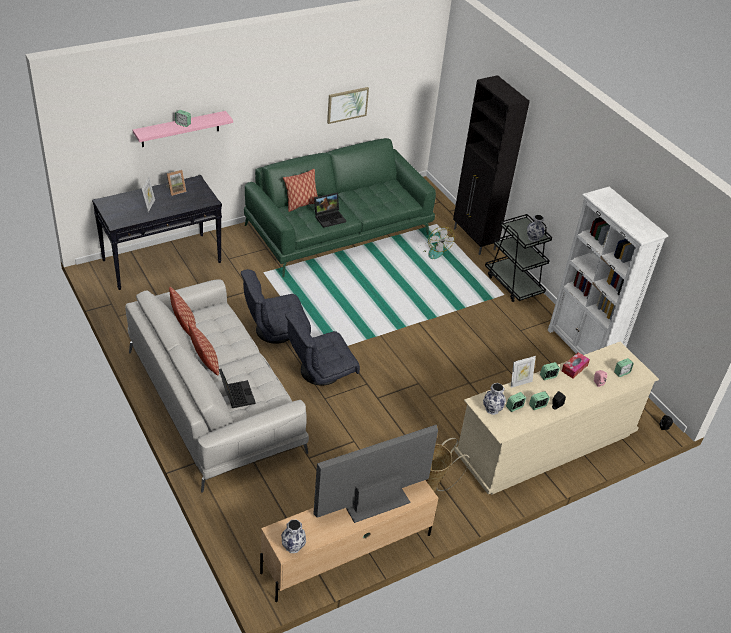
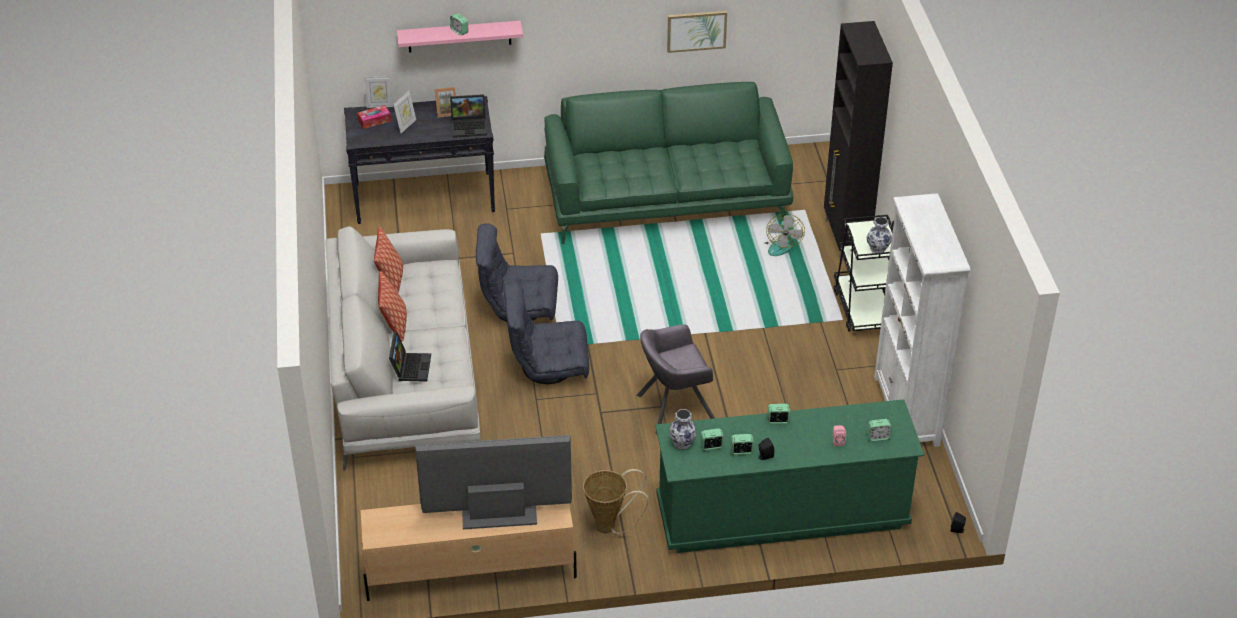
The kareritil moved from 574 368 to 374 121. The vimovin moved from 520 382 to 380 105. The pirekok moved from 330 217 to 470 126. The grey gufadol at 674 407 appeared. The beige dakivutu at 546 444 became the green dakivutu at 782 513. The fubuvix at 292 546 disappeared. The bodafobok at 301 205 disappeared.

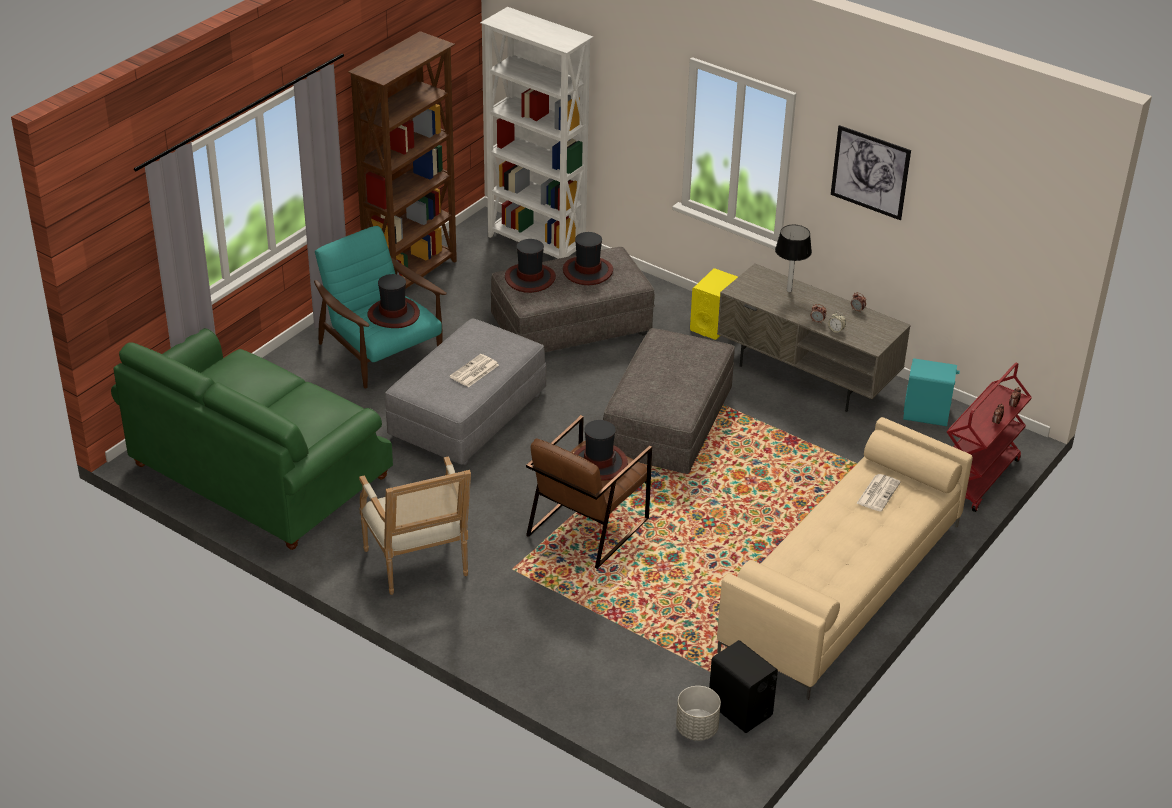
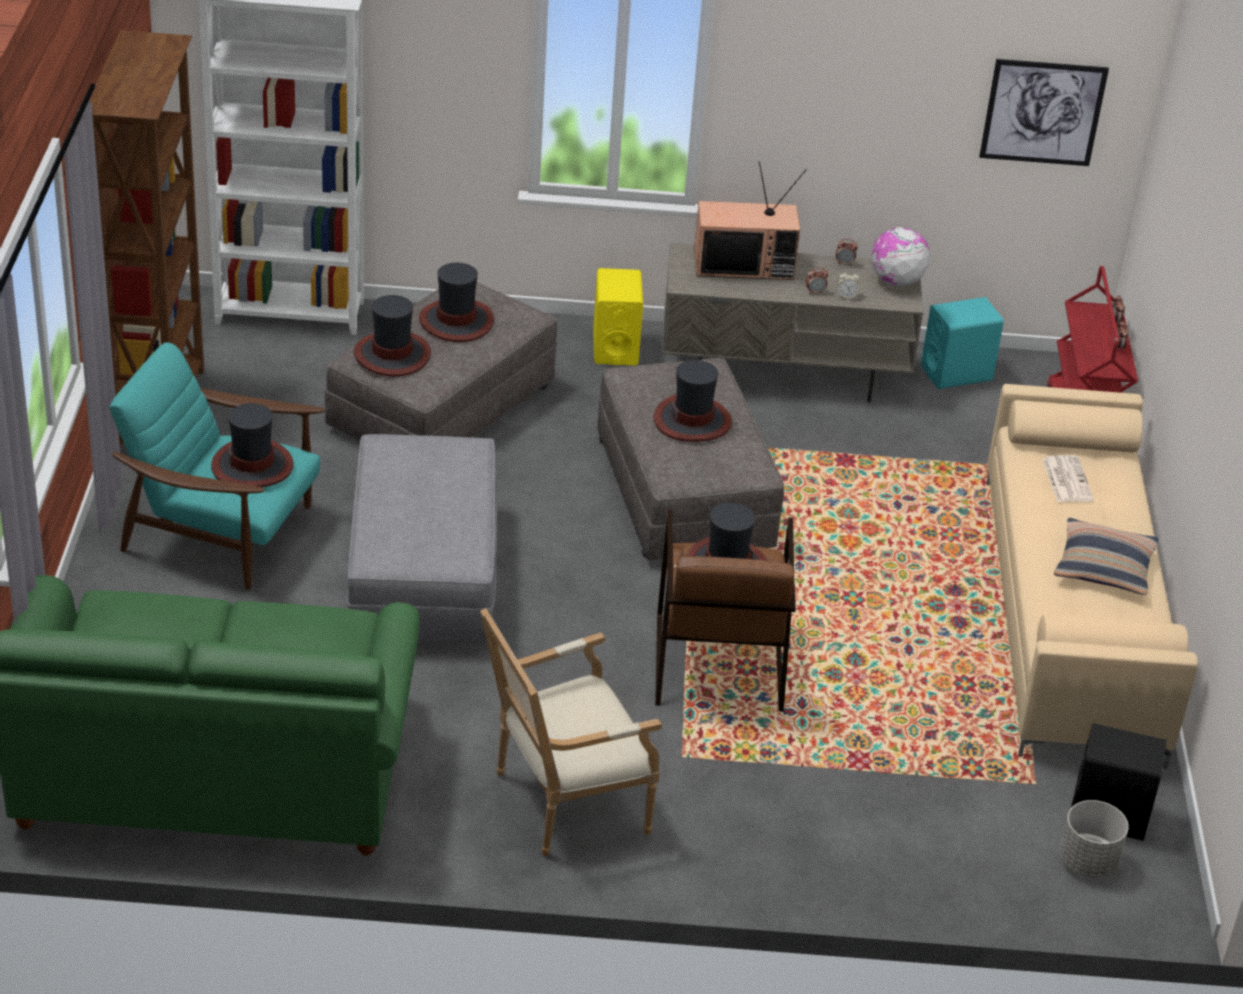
The gufadol at 420 566 turned 120 degrees clockwise. The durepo at 693 420 appeared. The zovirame at 789 290 was replaced by the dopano at 745 264. The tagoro at 896 281 appeared. The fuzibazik moved from 870 172 to 1043 112. The bodafobok at 1104 567 appeared. The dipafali at 474 371 disappeared.

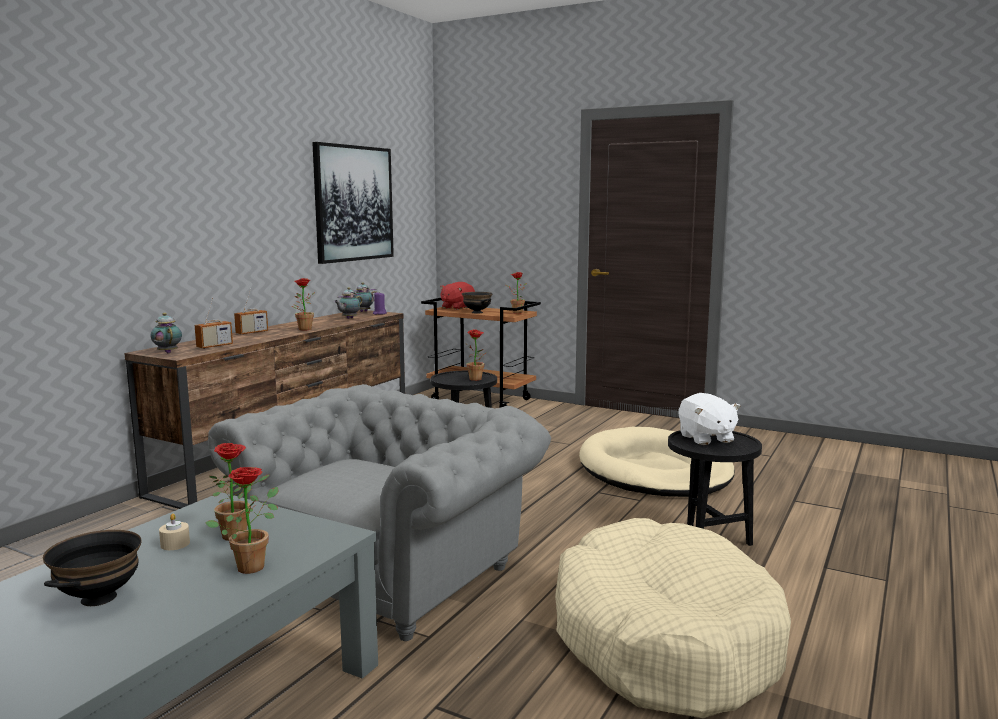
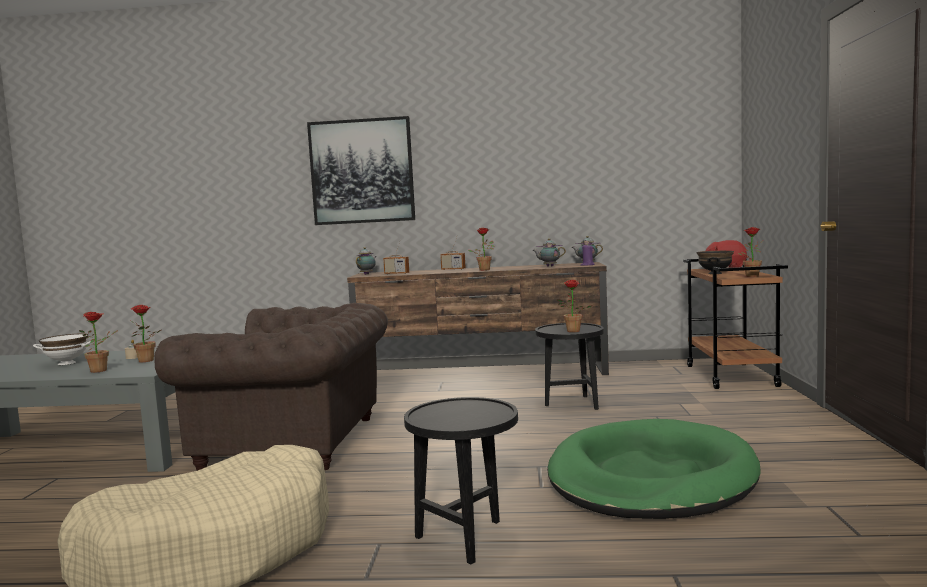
The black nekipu at 99 598 became the white nekipu at 66 363. The grey gufadol at 390 571 became the brown gufadol at 298 442. The fuzibazik moved from 353 203 to 362 171. The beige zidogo at 655 470 became the green zidogo at 650 477. The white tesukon at 706 438 disappeared.

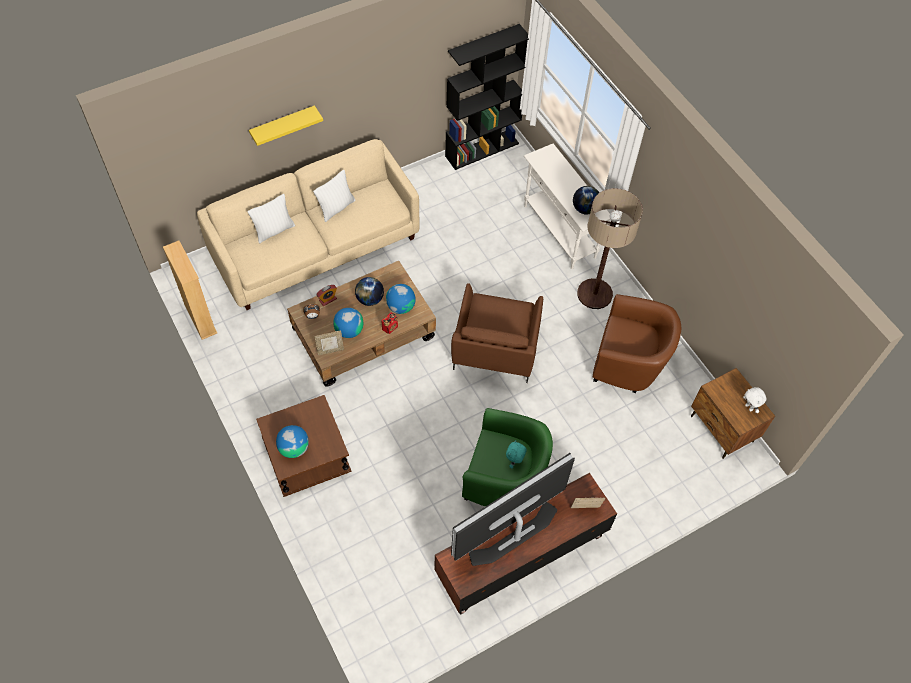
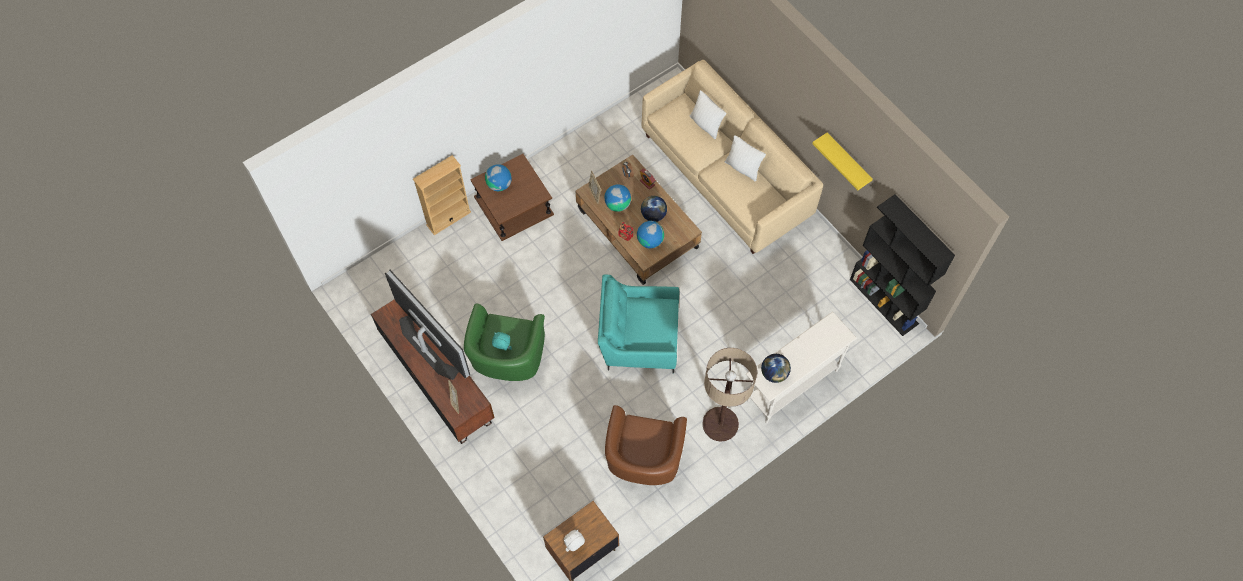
The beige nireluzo moved from 200 318 to 448 218. The brown gufadol at 494 350 became the turquoise gufadol at 638 338. The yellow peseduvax moved from 283 125 to 847 161.

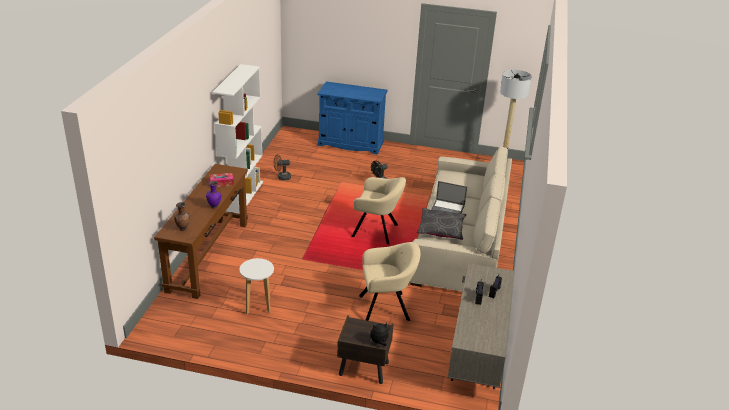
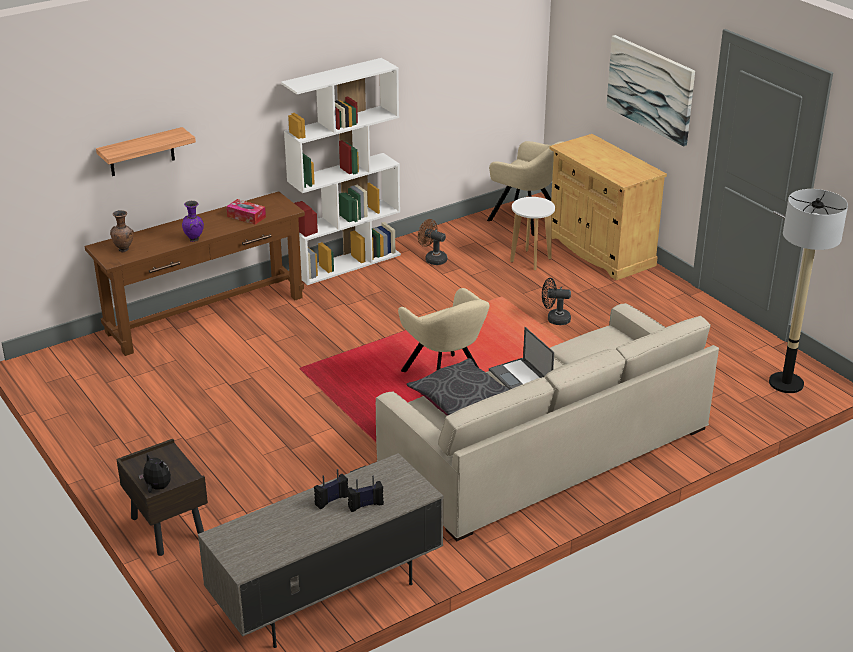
The peseduvax at 141 152 appeared. The beige gufadol moved from 386 307 to 527 219. The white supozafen moved from 258 306 to 530 260. The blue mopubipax at 350 143 became the beige mopubipax at 600 250. The fuzibazik at 650 89 appeared.

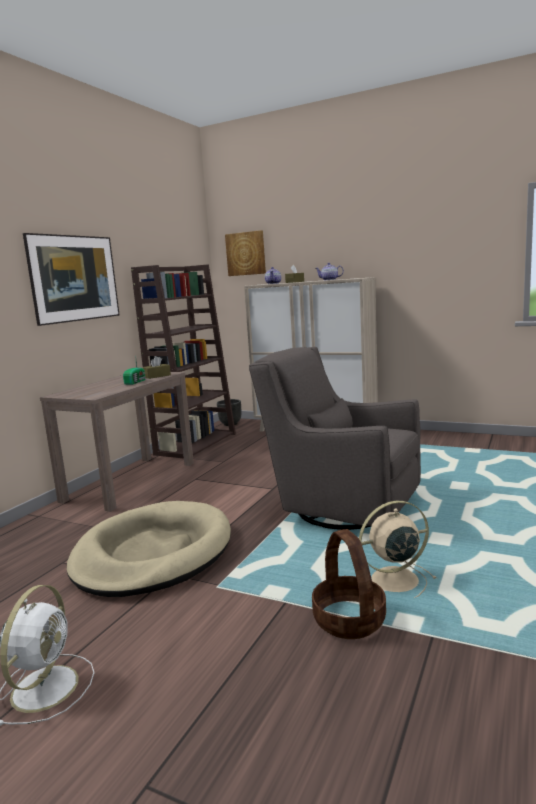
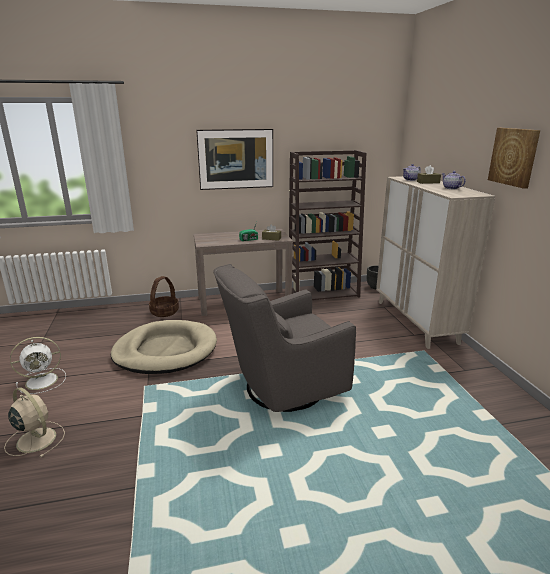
The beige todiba moved from 392 581 to 35 439. The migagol moved from 350 620 to 164 312. The grey gufadol at 340 507 turned 105 degrees counterclockwise. The fuzibazik moved from 246 253 to 514 157.

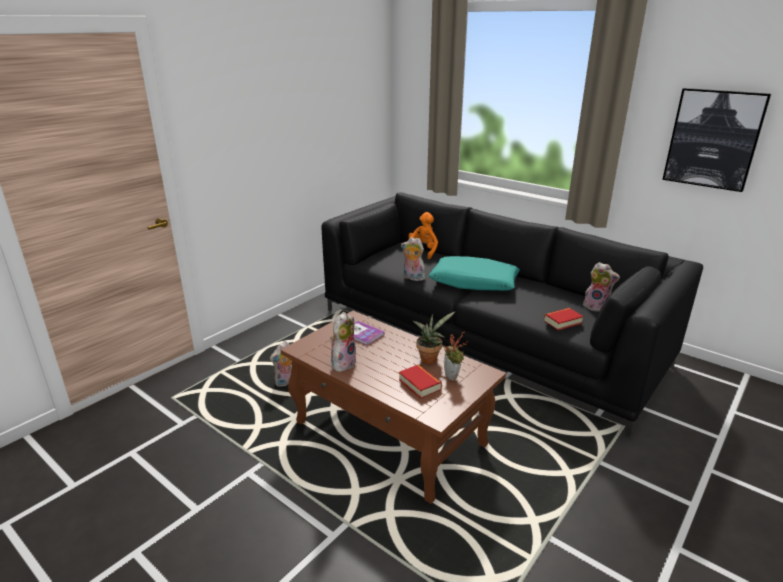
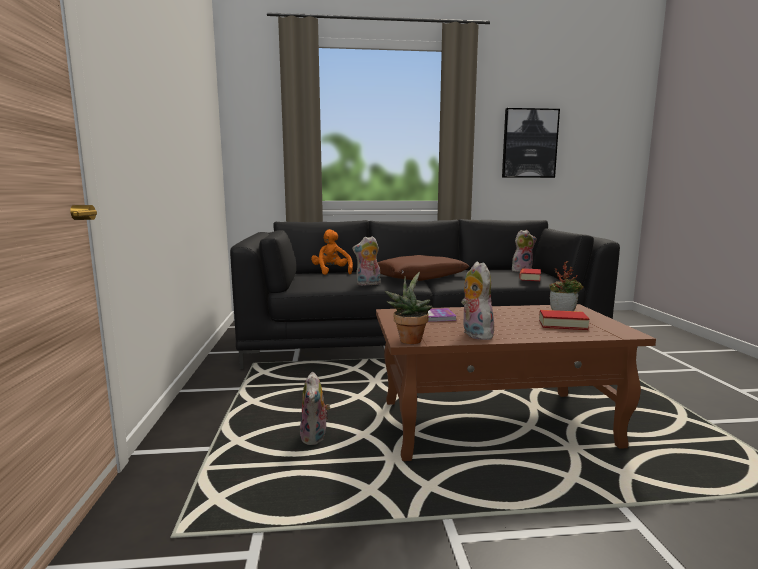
The turquoise bodafobok at 474 282 became the brown bodafobok at 420 277. The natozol moved from 429 358 to 409 339.

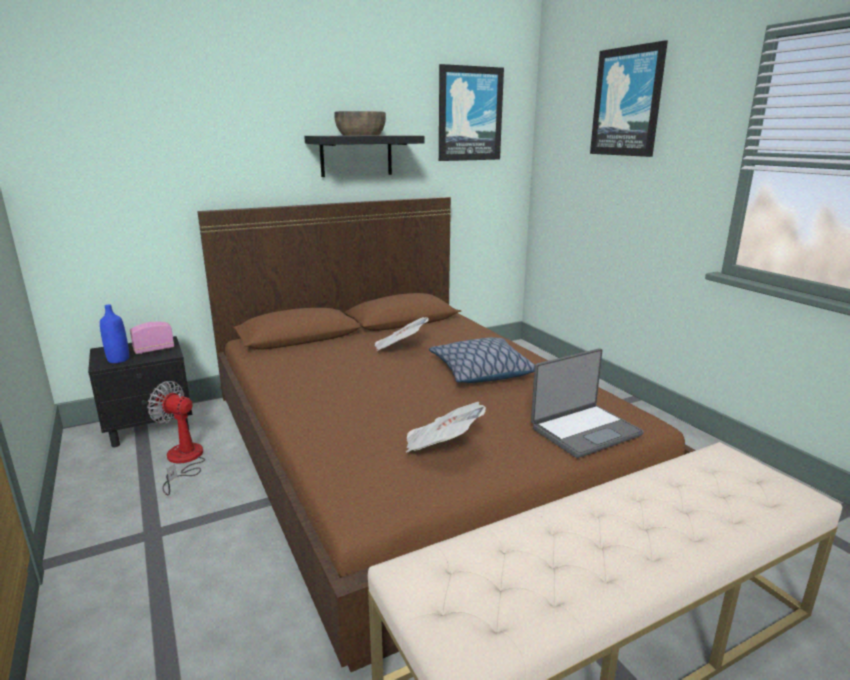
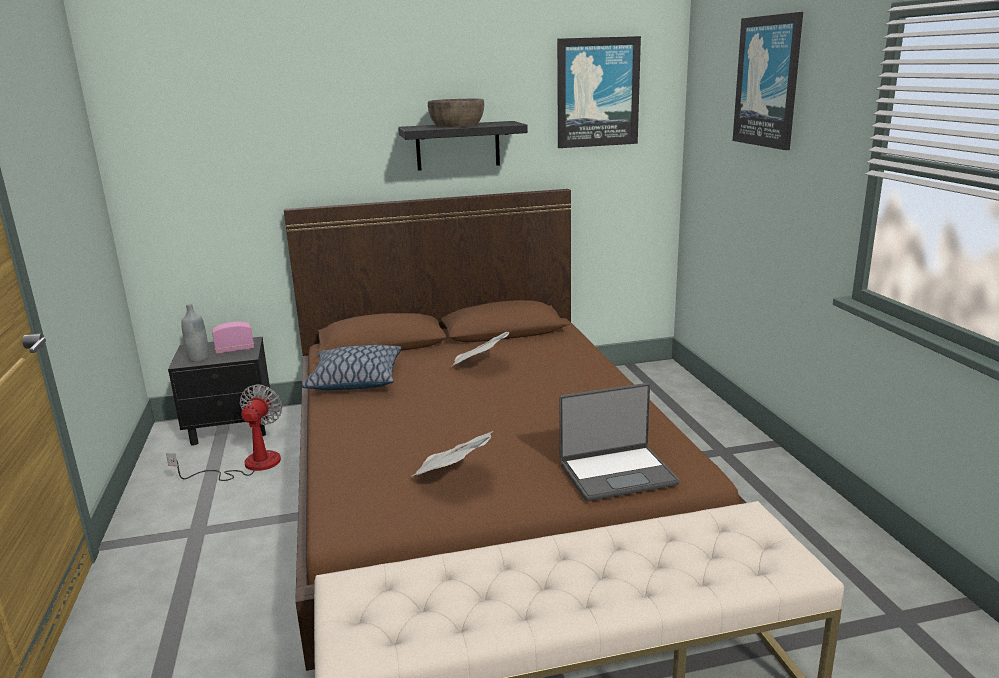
The todiba at 183 461 turned 60 degrees clockwise. The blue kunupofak at 118 360 became the grey kunupofak at 199 358. The bodafobok moved from 480 372 to 355 380.

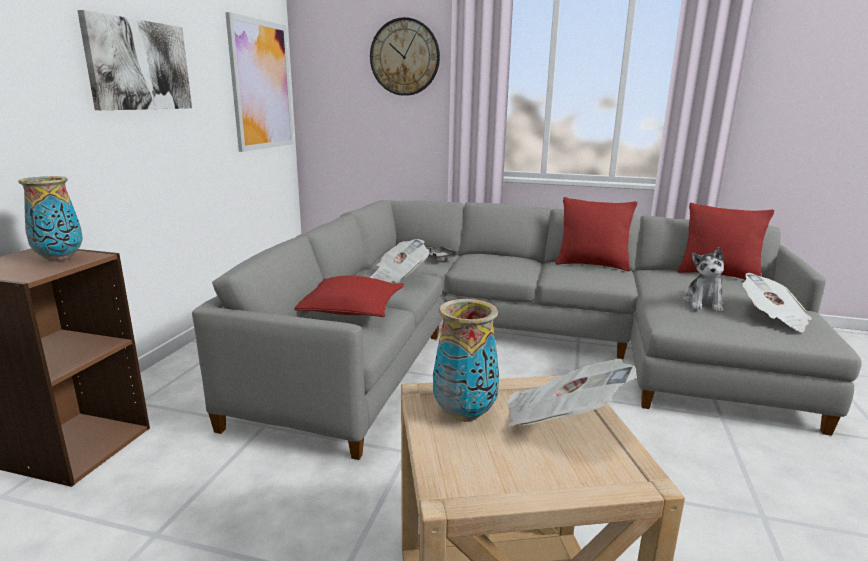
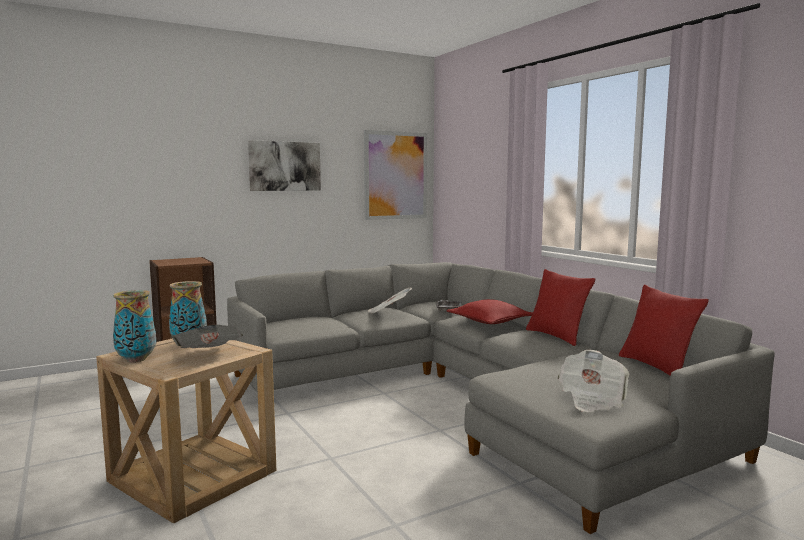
The fubuvix moved from 59 259 to 135 360. The red bodafobok moved from 350 309 to 489 322. The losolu at 405 57 disappeared. The tesukon at 703 303 disappeared.

